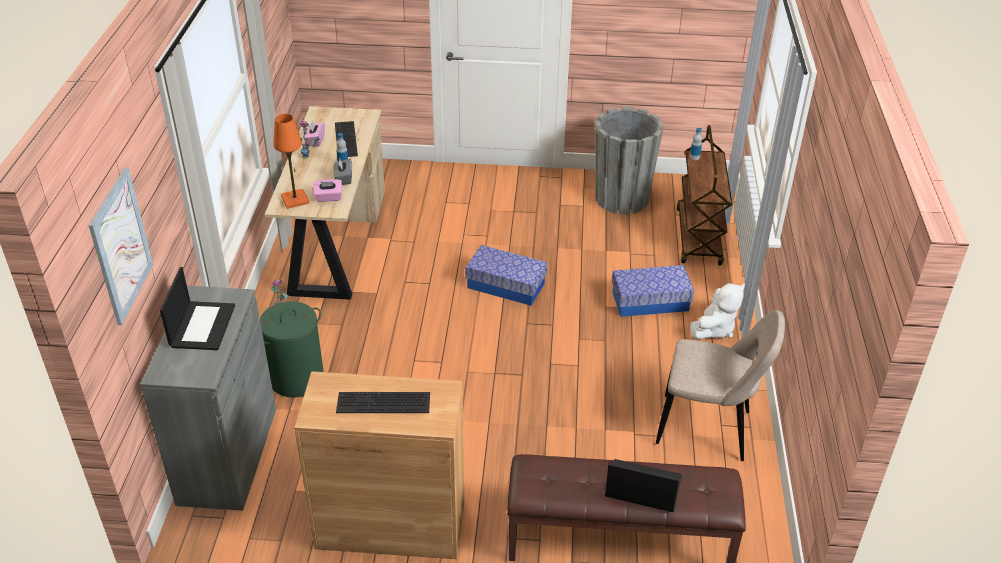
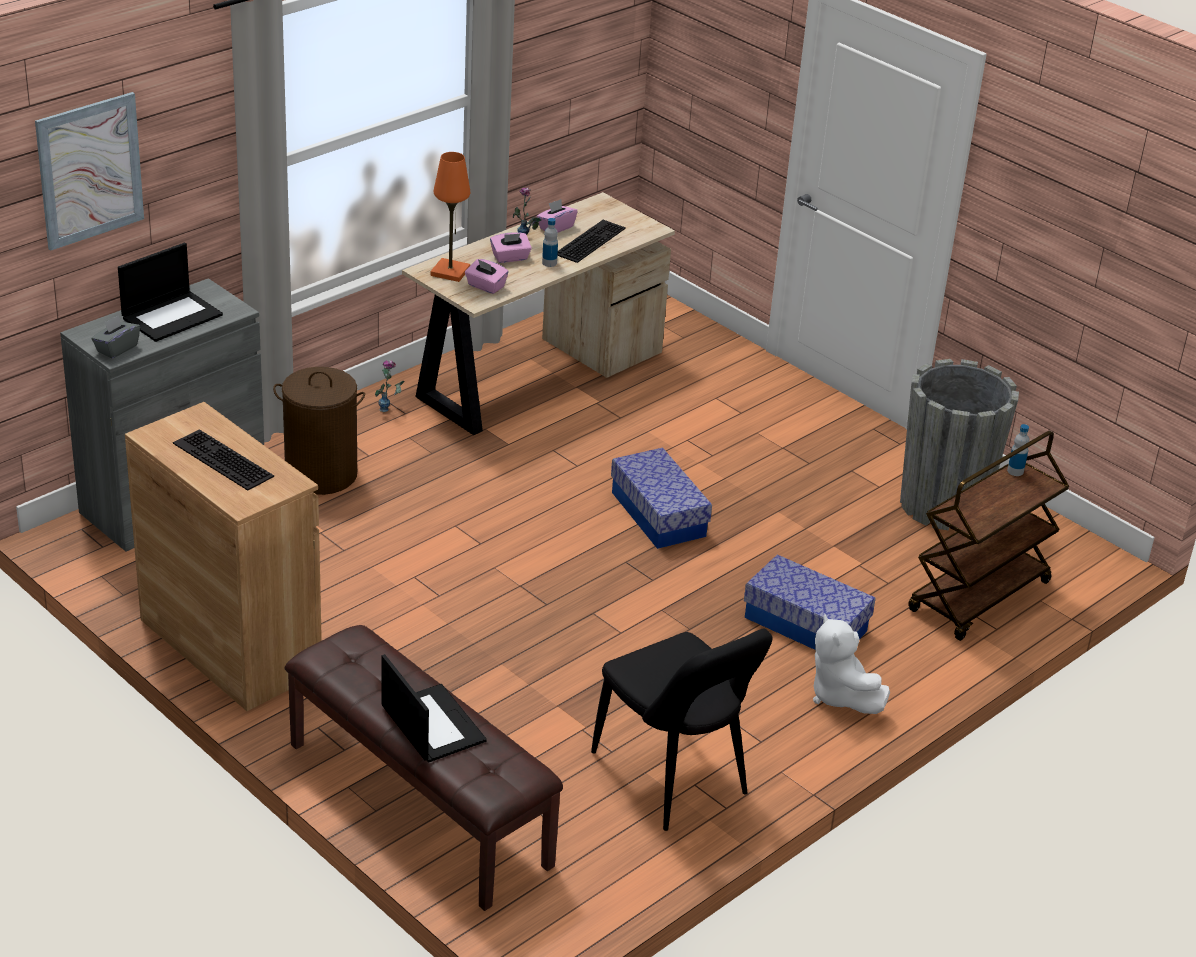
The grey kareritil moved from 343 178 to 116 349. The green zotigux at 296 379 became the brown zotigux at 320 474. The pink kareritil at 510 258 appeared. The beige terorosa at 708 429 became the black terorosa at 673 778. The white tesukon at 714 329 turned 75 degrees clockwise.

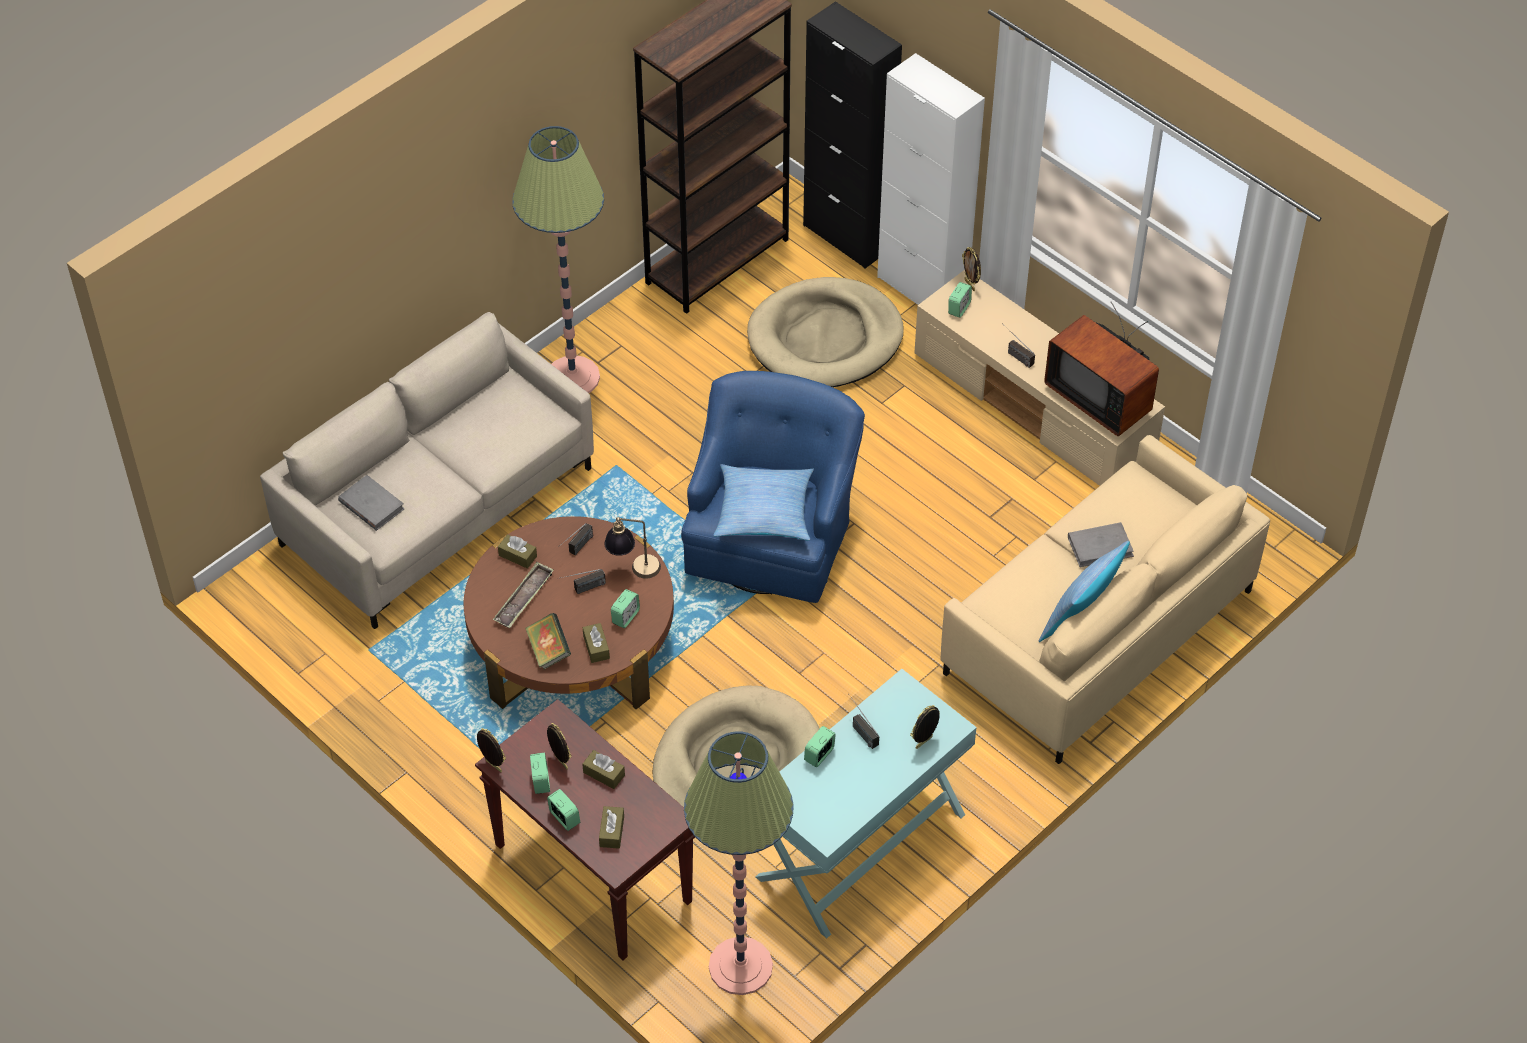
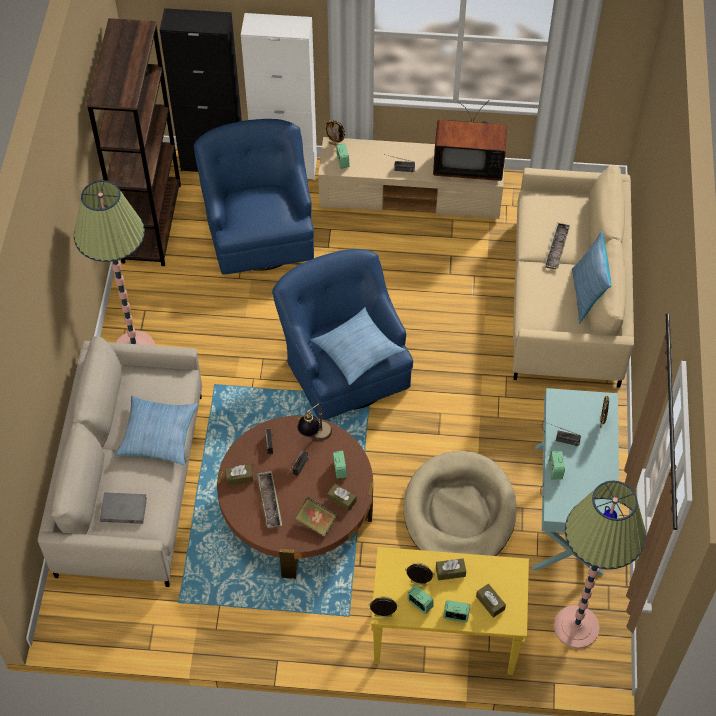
The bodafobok at 157 435 appeared. The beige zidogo at 825 338 was replaced by the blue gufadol at 259 230. The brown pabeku at 591 873 became the yellow pabeku at 443 637. The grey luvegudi at 1100 547 was replaced by the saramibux at 556 248.

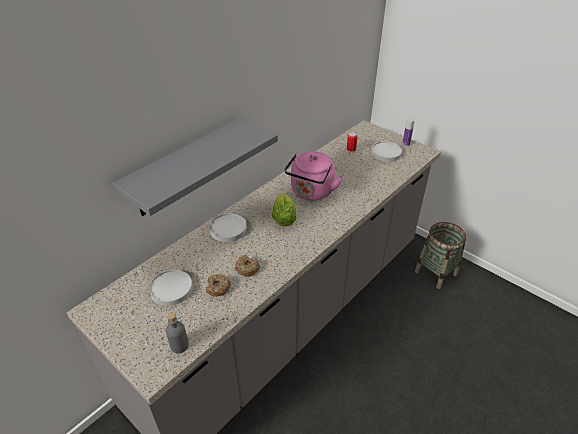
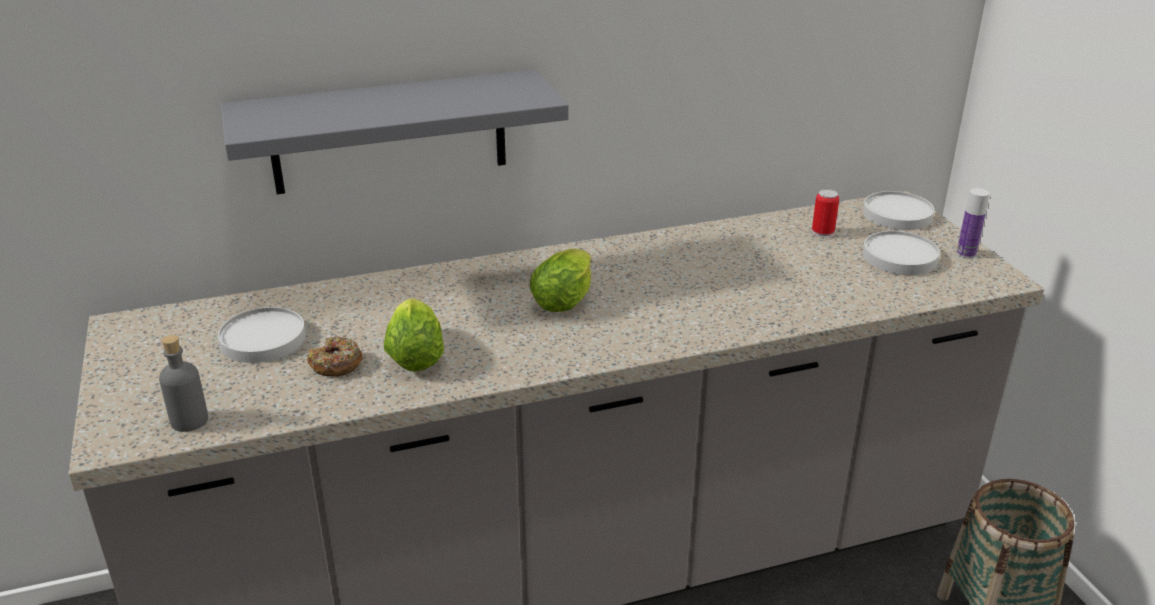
The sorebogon at 247 268 was replaced by the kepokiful at 415 354. The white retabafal moved from 228 229 to 896 215. The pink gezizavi at 311 193 disappeared.

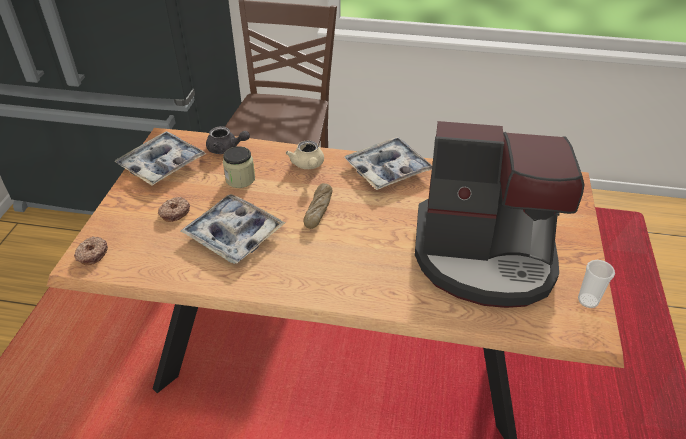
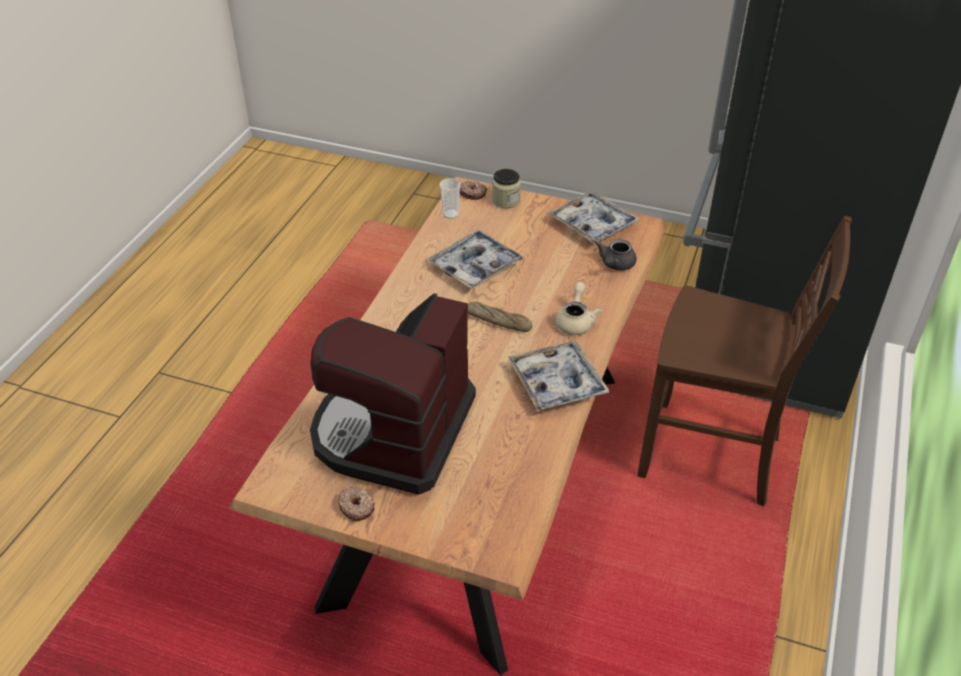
The sorebogon moved from 174 212 to 357 507. The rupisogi moved from 588 300 to 450 214. The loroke moved from 240 179 to 506 201. The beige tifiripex at 308 165 turned 105 degrees clockwise.

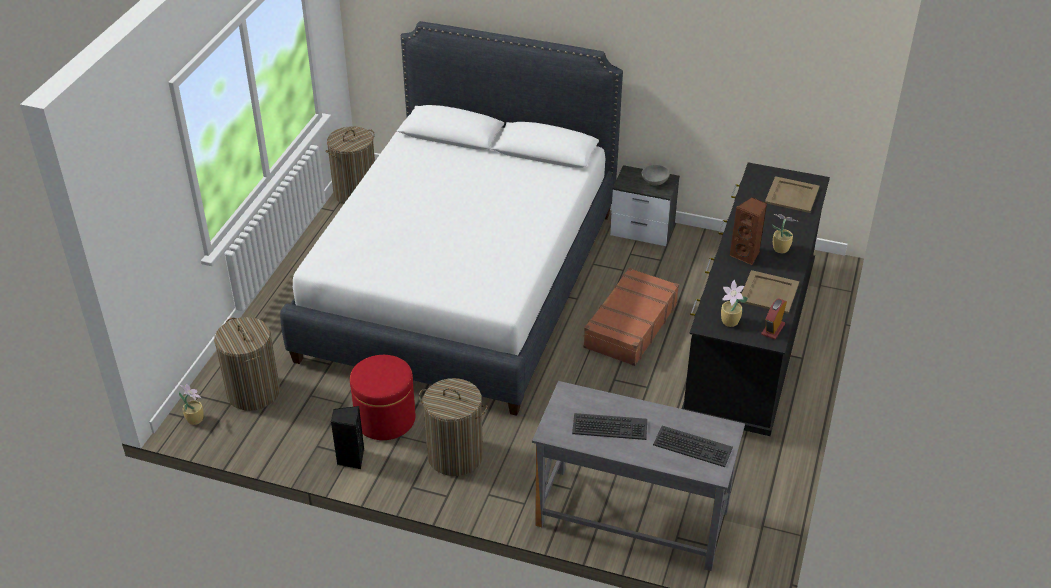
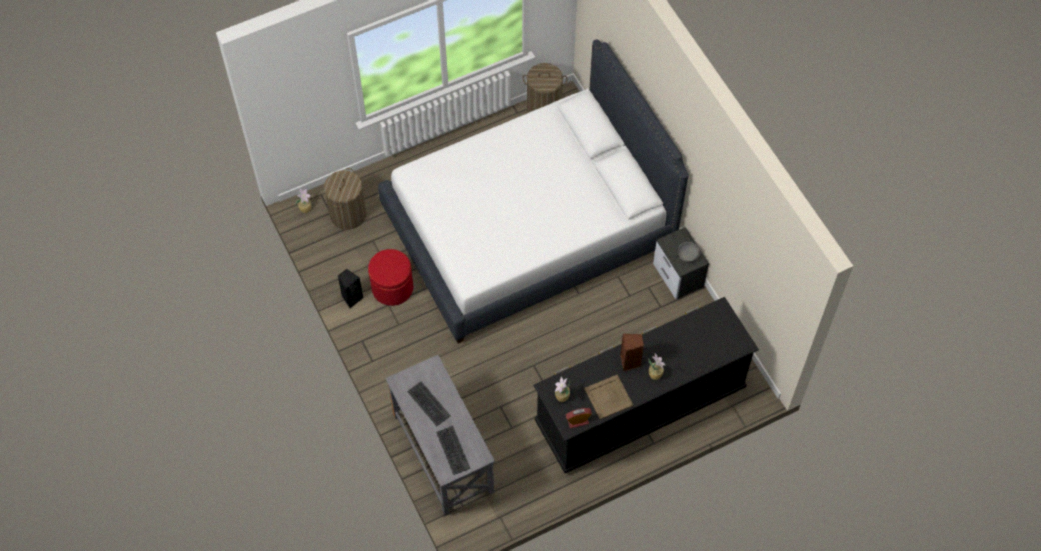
The zotigux at 455 456 disappeared. The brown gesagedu at 630 326 disappeared. The beige saramibux at 791 194 disappeared.

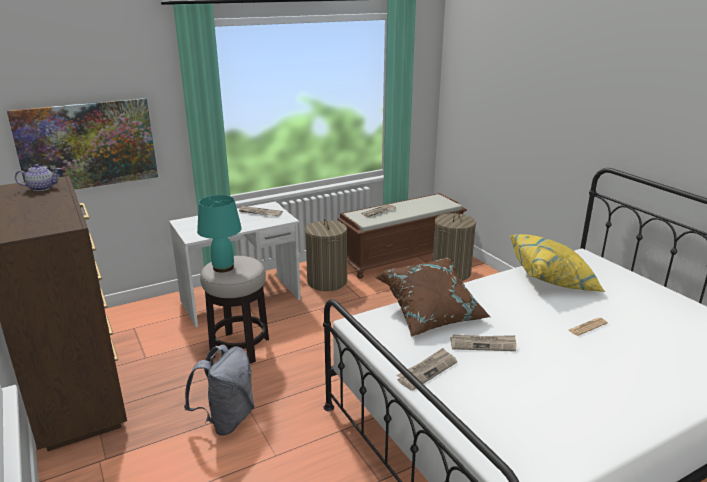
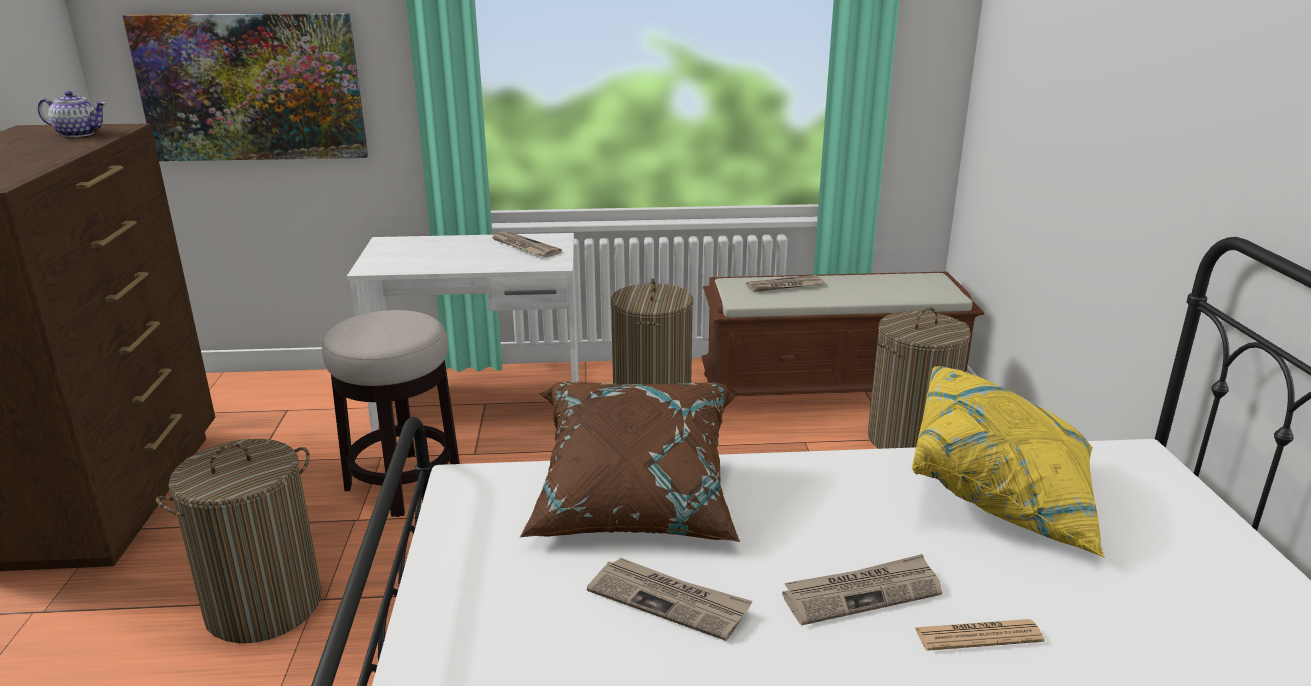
The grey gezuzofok at 226 420 was replaced by the zotigux at 264 606. The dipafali moved from 427 370 to 862 593. The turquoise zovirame at 223 267 disappeared.

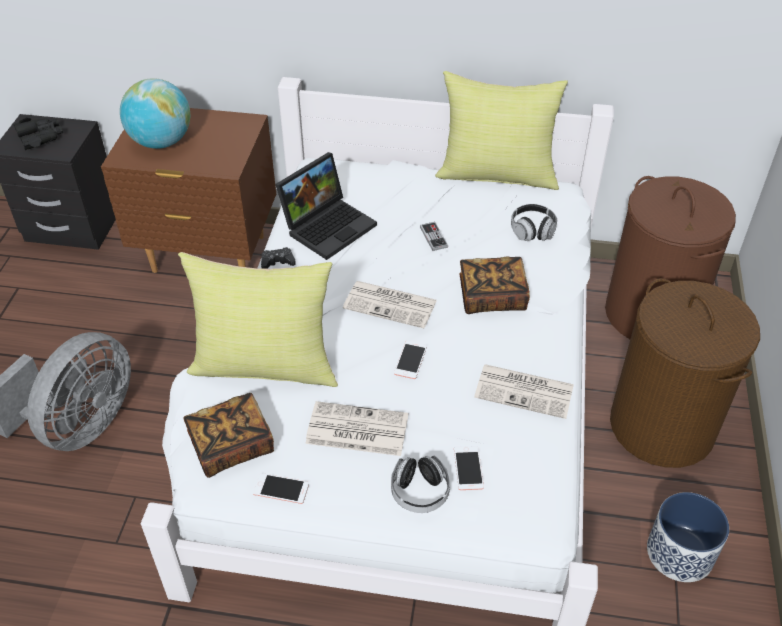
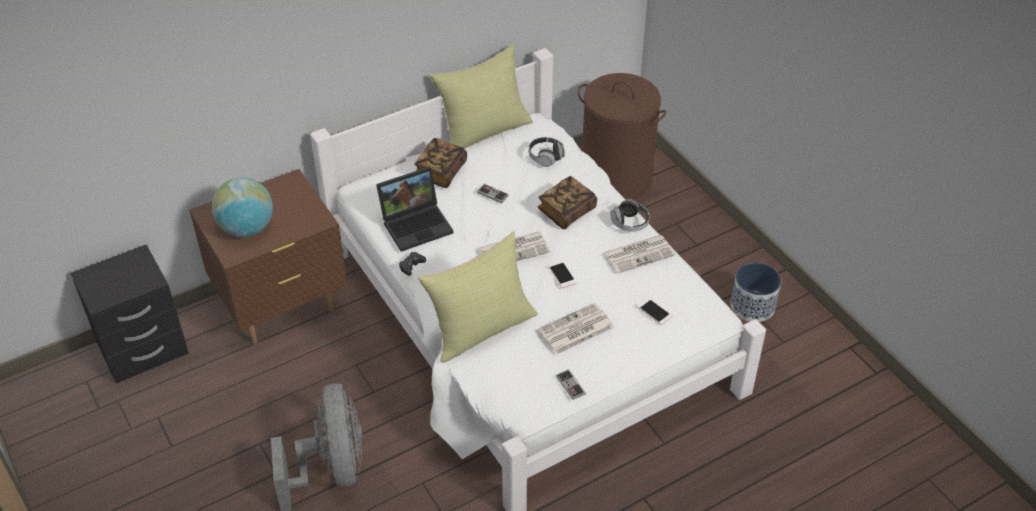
The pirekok at 328 225 turned 60 degrees clockwise. The luvegudi moved from 231 446 to 441 172. The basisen at 281 489 was replaced by the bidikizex at 570 385. The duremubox moved from 420 492 to 630 223. The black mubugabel at 41 137 disappeared. The brown zotigux at 662 426 disappeared.

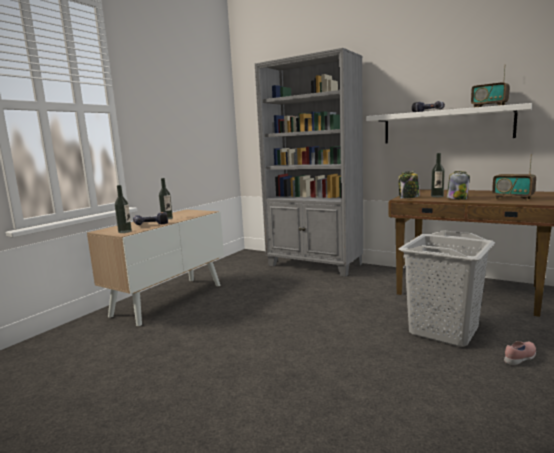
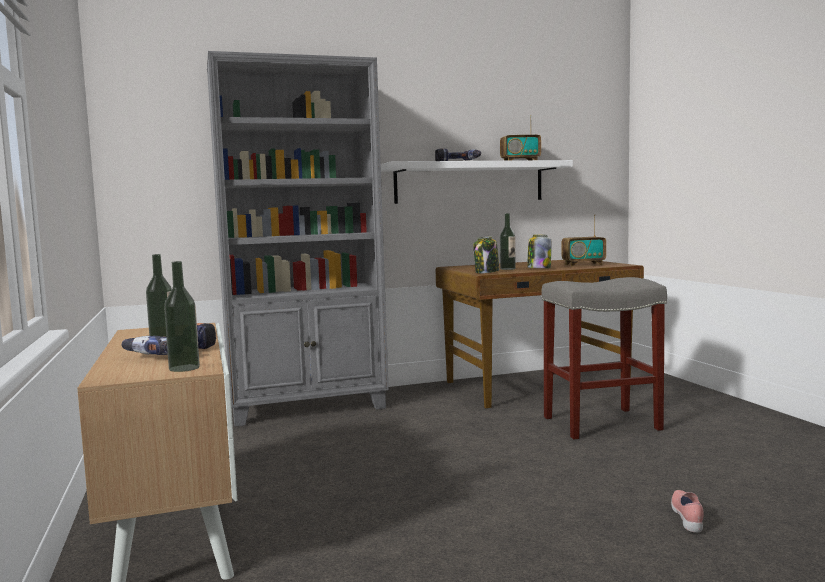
The grey zotigux at 442 330 was replaced by the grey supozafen at 600 424. The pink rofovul moved from 520 358 to 688 519.

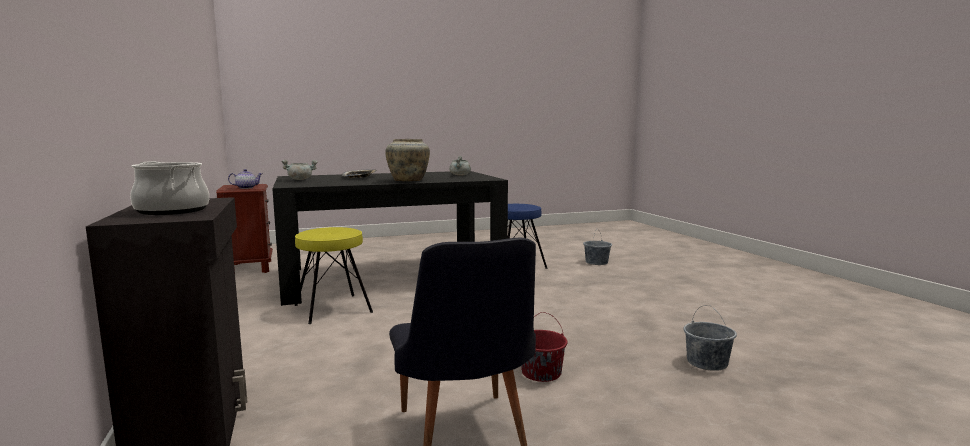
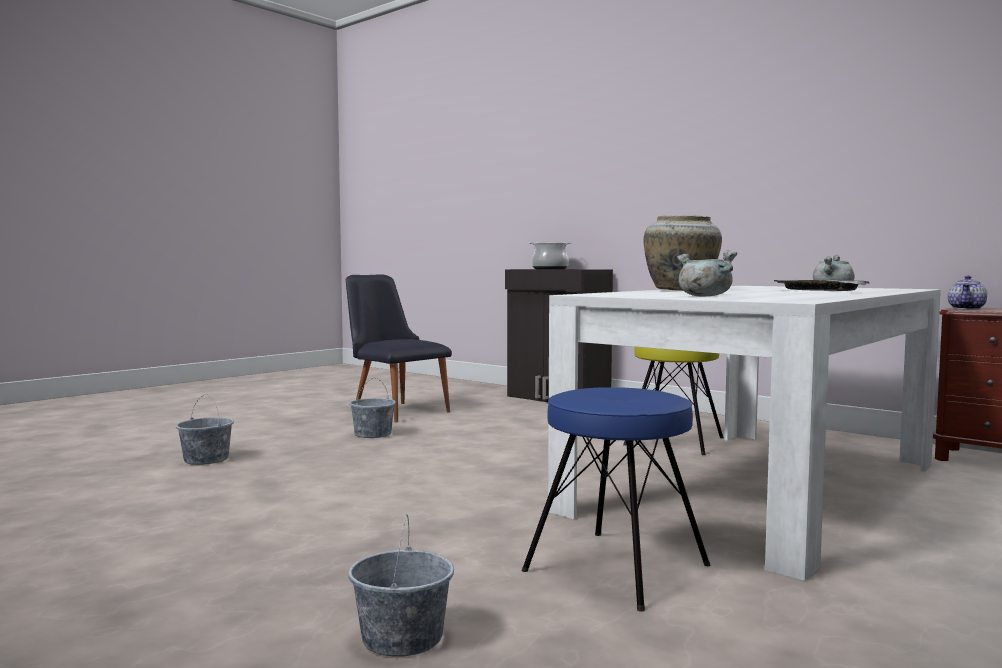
The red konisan at 541 373 became the grey konisan at 373 434. The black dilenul at 391 276 became the white dilenul at 759 486.

